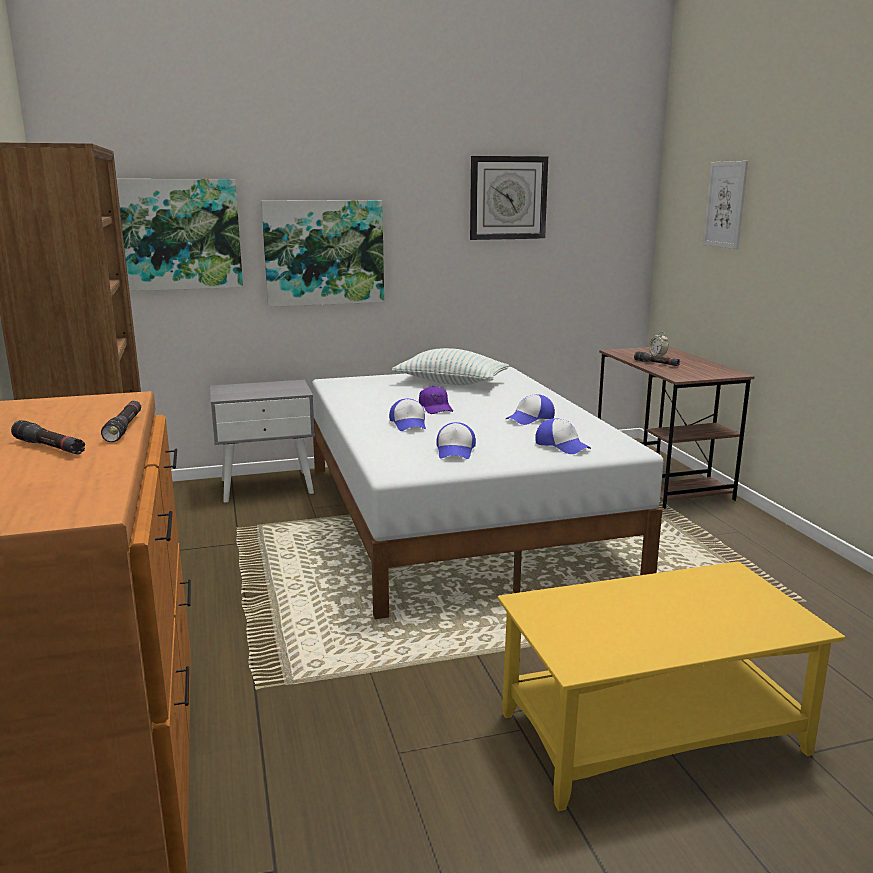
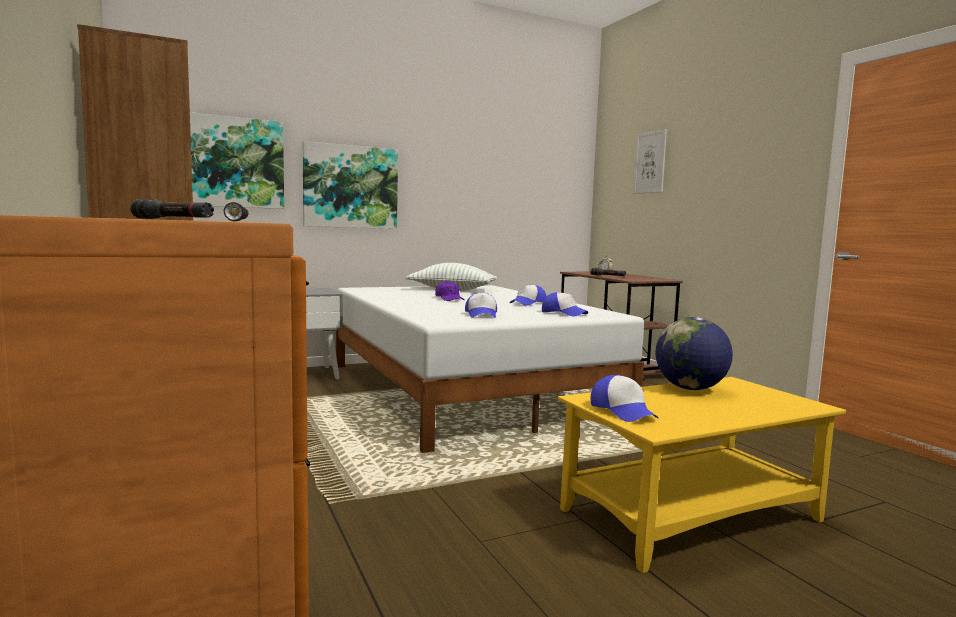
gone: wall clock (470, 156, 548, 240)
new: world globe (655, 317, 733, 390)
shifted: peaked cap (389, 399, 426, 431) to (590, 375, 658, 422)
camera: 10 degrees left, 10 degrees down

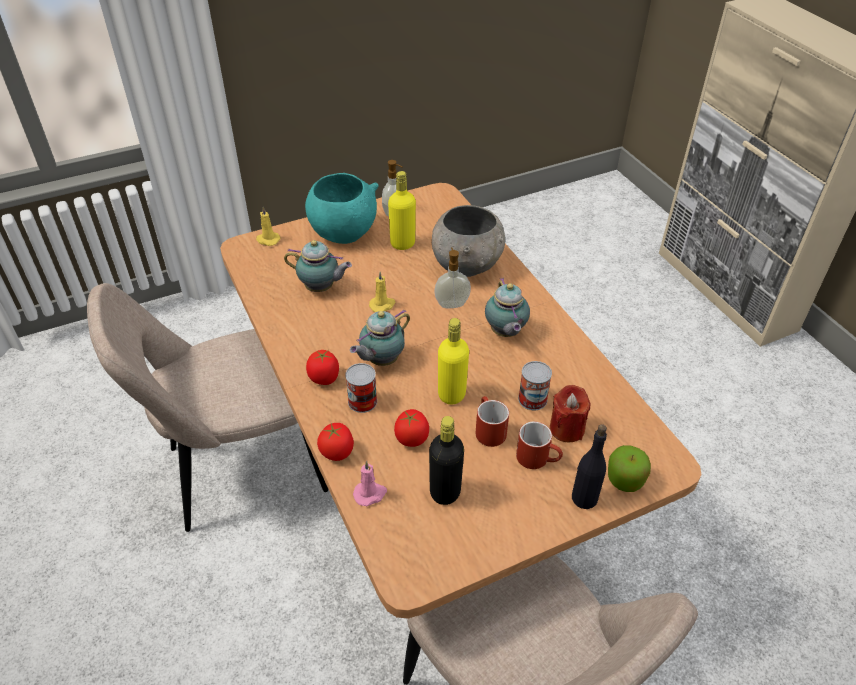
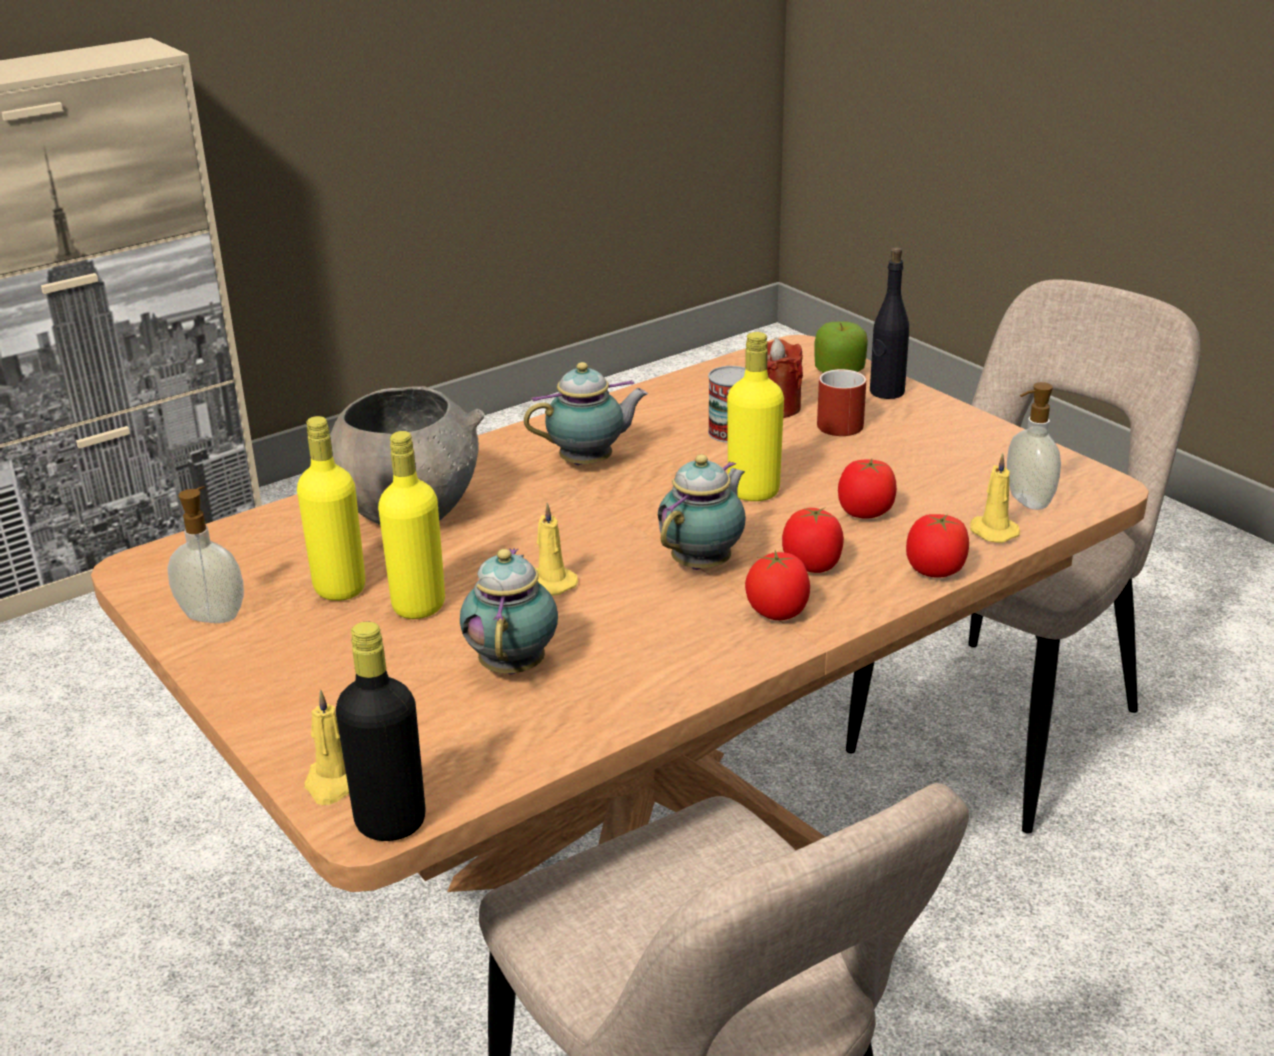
gone: serving bowl (turquoise-coloured) (305, 173, 378, 244); mug (red) (476, 396, 509, 447)
new: drink bottle (yellow) (378, 431, 445, 619)
shifted: drink bottle (black) (429, 416, 464, 505) to (336, 622, 426, 841); liquid soap bottle (434, 247, 471, 308) to (1007, 382, 1061, 510)
swapped: can (345, 363, 377, 413) to fresh tomato (782, 507, 844, 573)
repainted: candle (pinkish) (353, 461, 387, 506) to candle (yellow) (970, 453, 1020, 543)
rotated: teapot (350, 309, 410, 366) = (658, 455, 746, 570) 90 degrees counterclockwise
camera: 100 degrees left, 15 degrees down

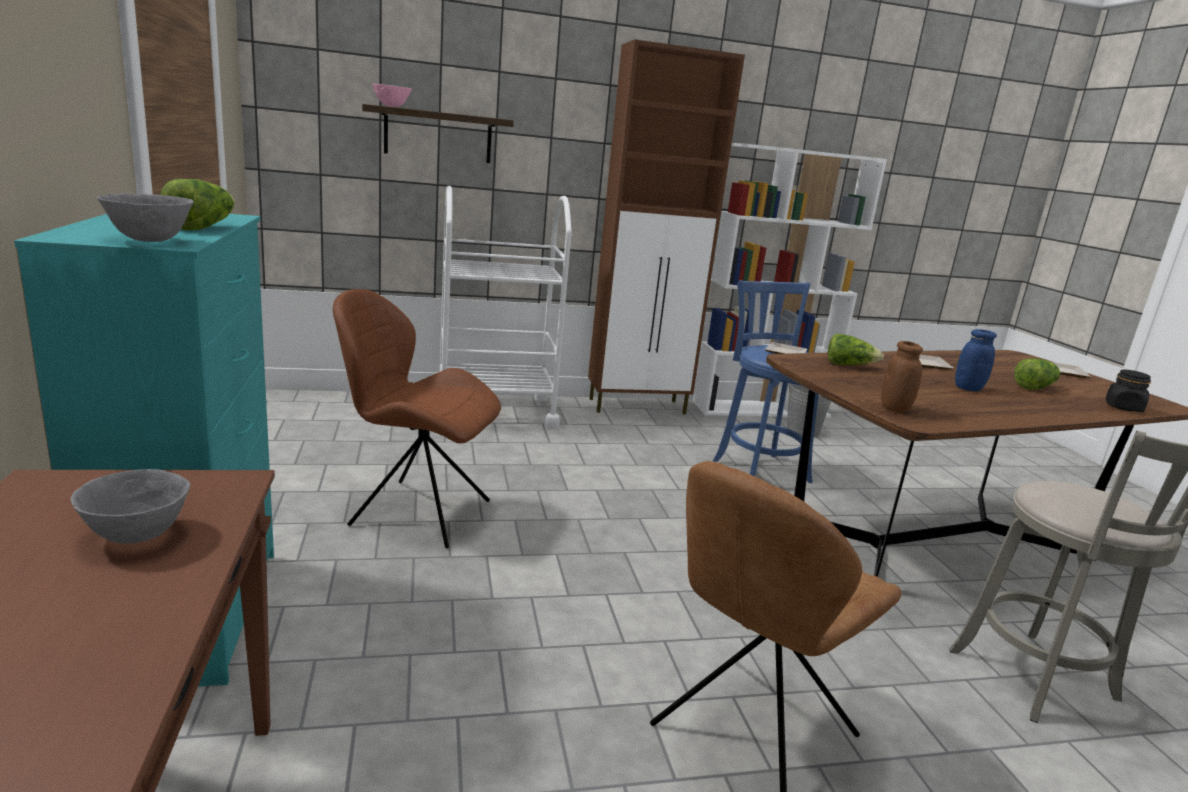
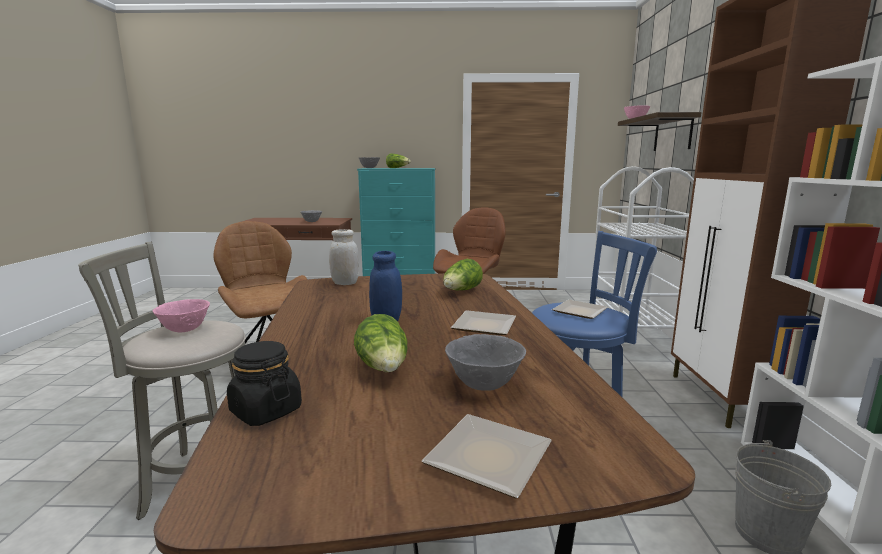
new: serving bowl (pinkish) (153, 299, 210, 333); serving bowl (greyish) (445, 334, 526, 391)
repainted: storage jar (brown) (881, 341, 923, 413) to storage jar (whitish) (329, 229, 359, 285)
camera: 105 degrees right, 5 degrees down

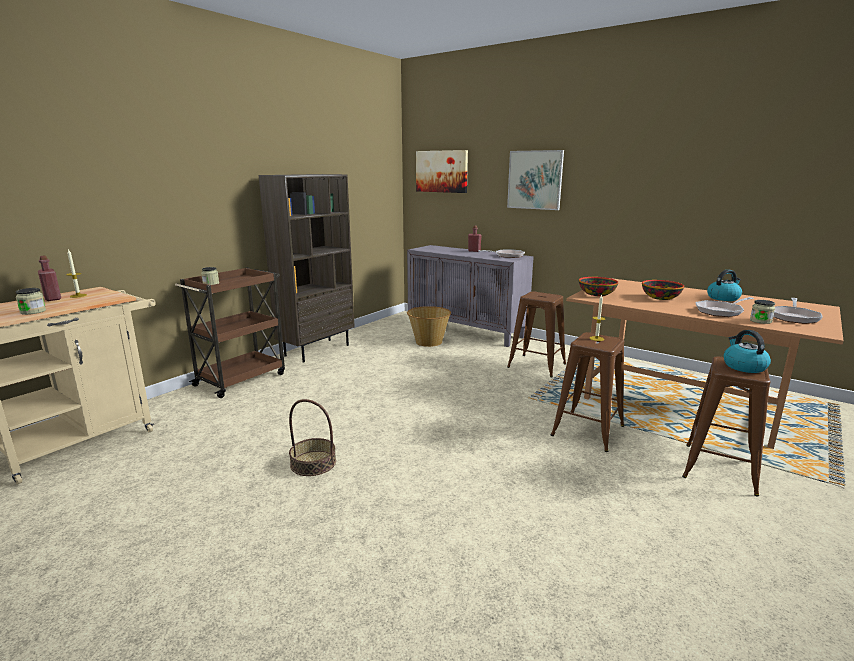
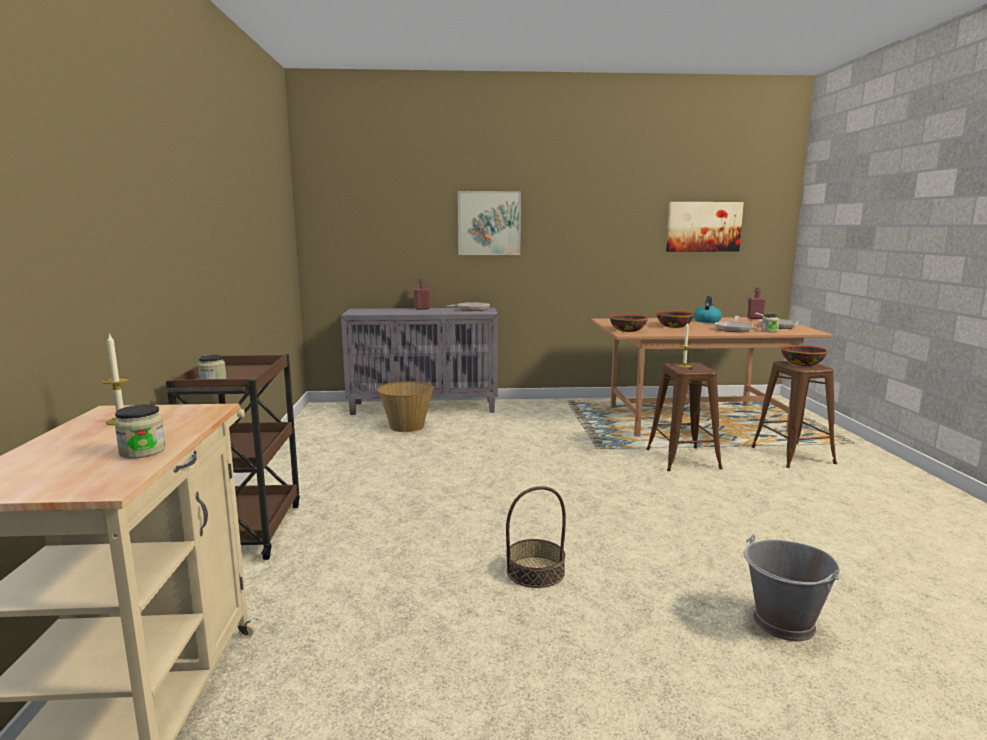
gone: bookshelf (brown) (259, 174, 355, 363); sitting stool (brown) (507, 292, 566, 377)
new: bucket (greyish) (744, 535, 840, 641)
shifted: drink bottle (red) (38, 256, 61, 301) to (747, 287, 766, 319); wall art (416, 150, 468, 193) to (666, 202, 744, 252)
swapped: kettle (724, 330, 771, 373) to serving bowl (781, 345, 827, 366)
camera: 40 degrees left, 5 degrees down

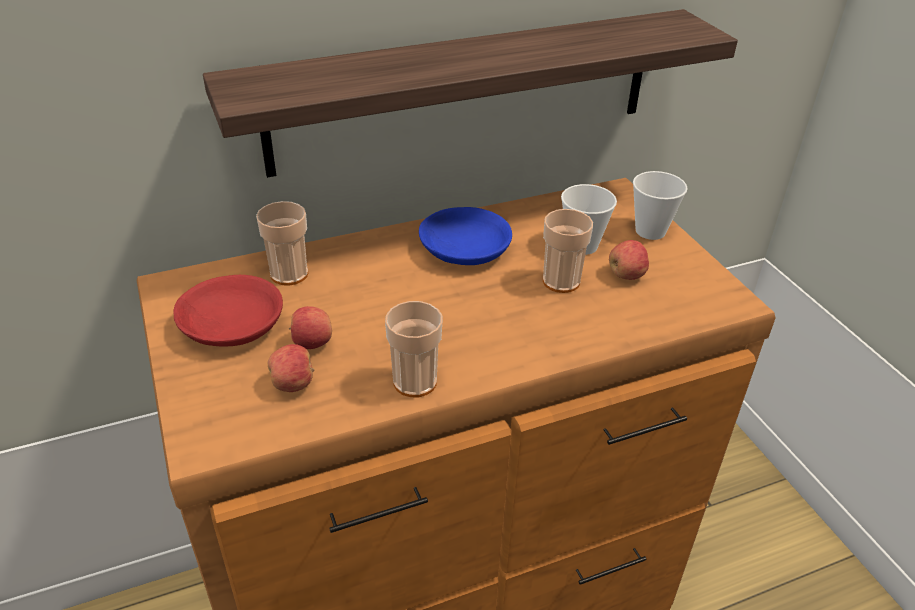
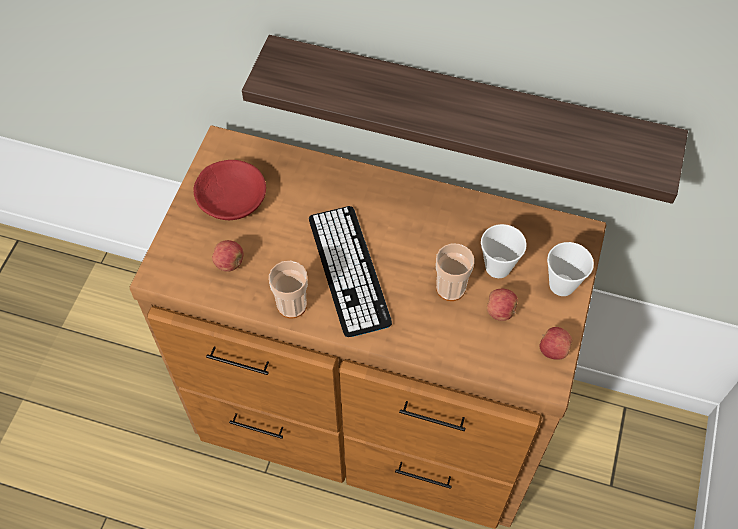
gone: drinking cup (256, 201, 308, 286); serving bowl (blue-coloured) (419, 207, 512, 265)
new: computer keyboard (309, 206, 392, 337)
shifted: whole apple (289, 306, 332, 349) to (540, 327, 572, 360)
camera: 40 degrees right, 20 degrees up

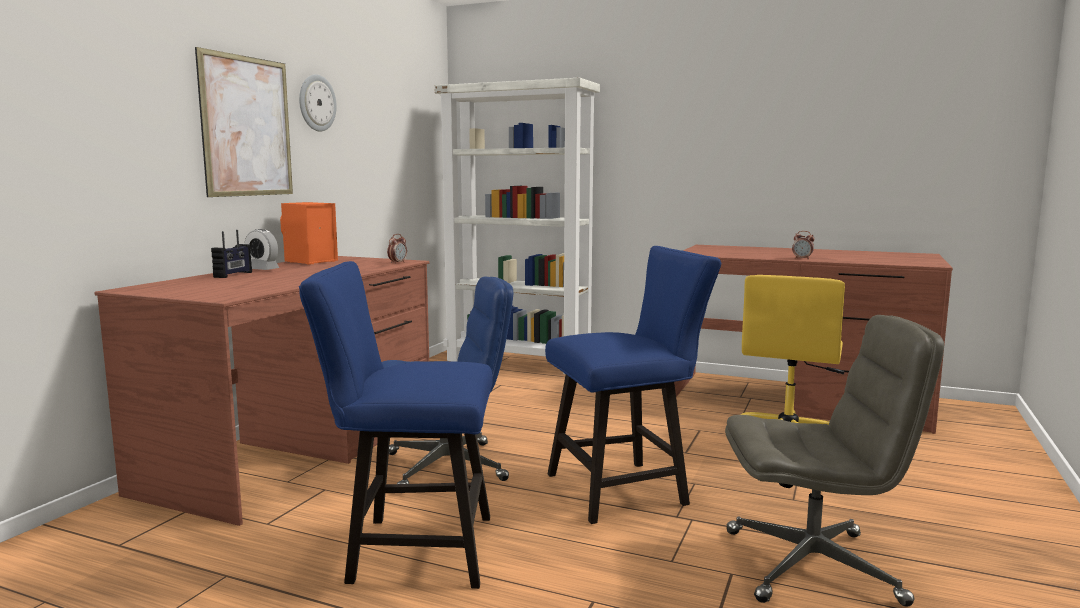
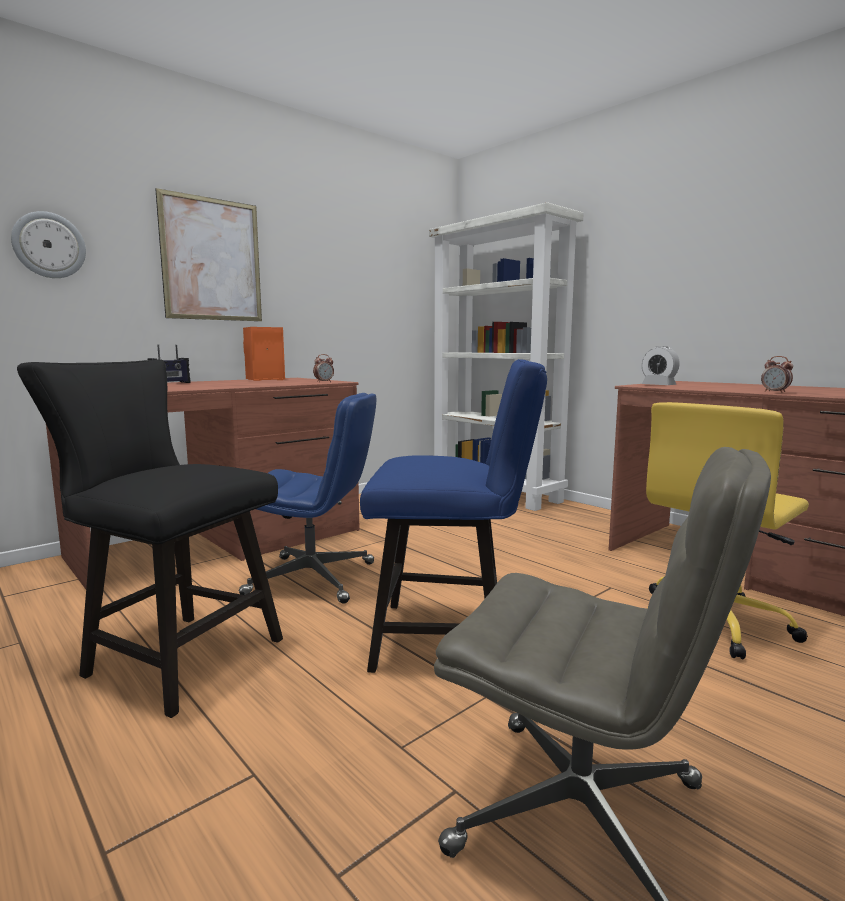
shifted: alarm clock (244, 229, 279, 270) to (642, 346, 680, 385); wall clock (299, 74, 337, 132) to (11, 211, 86, 278)
repainted: chair (blue-coloured) (299, 261, 492, 589) to chair (black) (17, 359, 283, 718)
camera: 25 degrees right, 0 degrees up

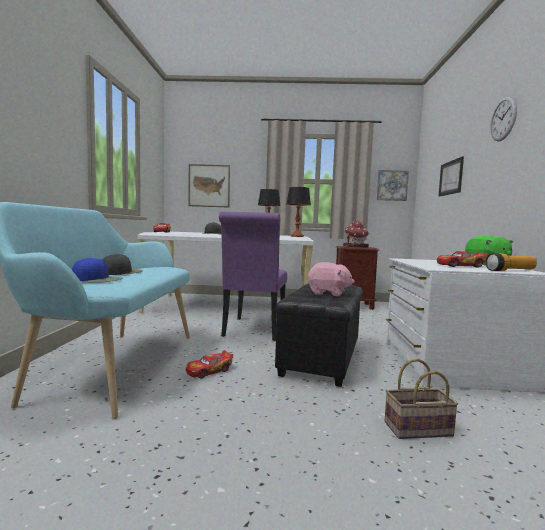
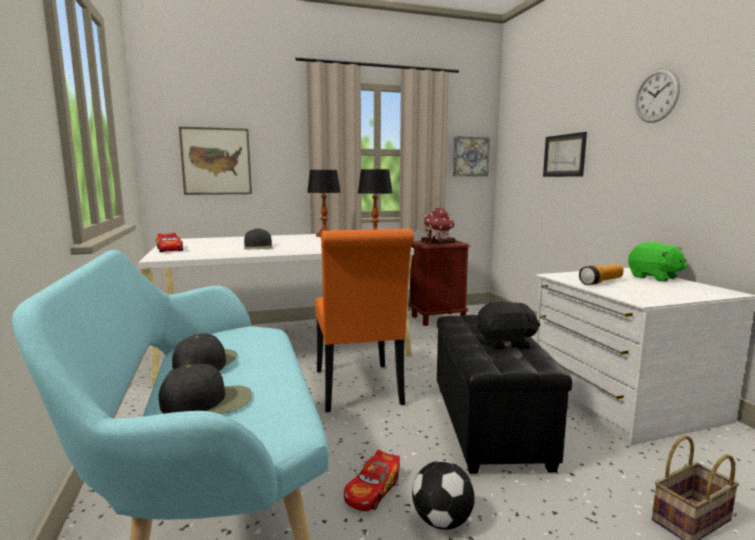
gone: miniature car (437, 251, 488, 268)
new: football (412, 461, 475, 529)
shifted: hand torch (485, 253, 537, 271) to (579, 264, 623, 285)
repainted: peaked cap (blue-coloured) (72, 257, 123, 283) to peaked cap (black) (159, 364, 252, 414); chair (purple-coloured) (219, 212, 287, 341) to chair (orange-coloured) (315, 229, 414, 413); soft toy (pinkish) (308, 262, 355, 297) to soft toy (black) (476, 301, 540, 349)
camera: 20 degrees left, 5 degrees up

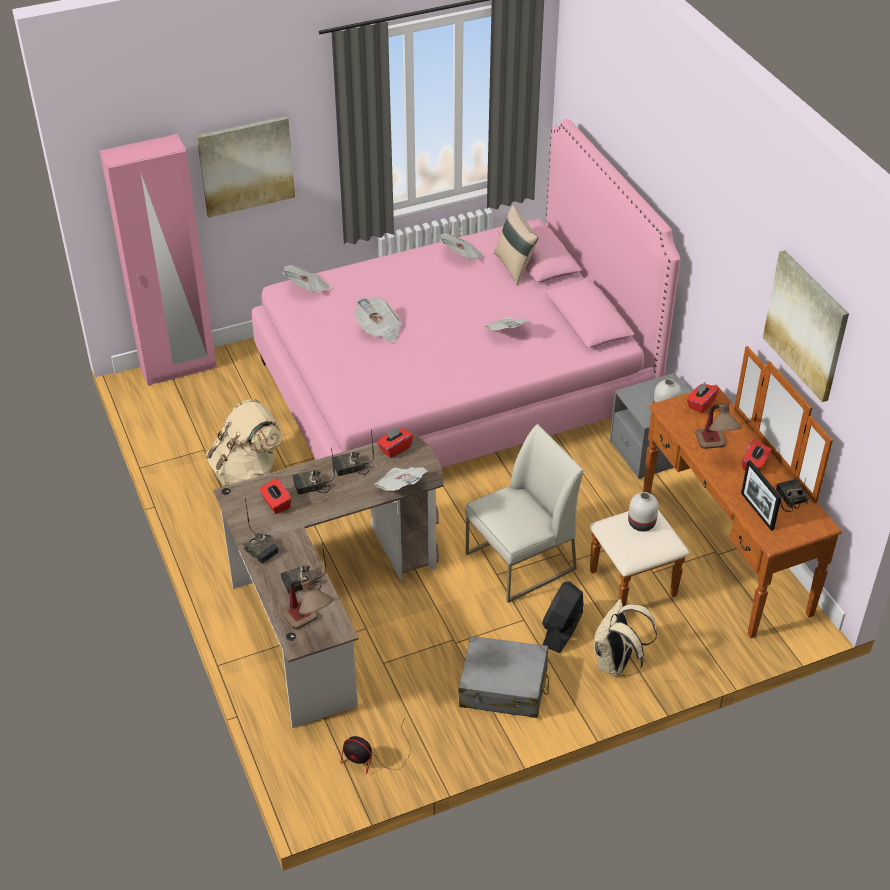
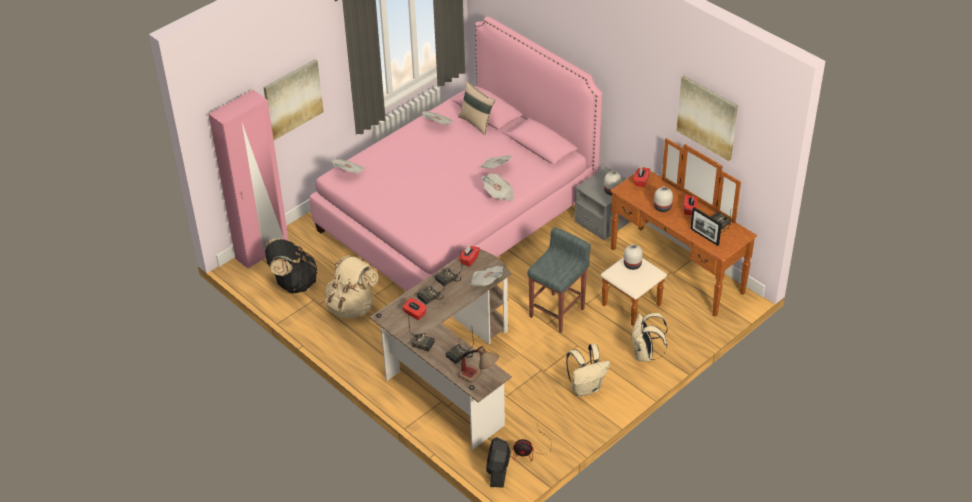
new: knapsack (black) (265, 238, 317, 294)
shifted: daily paper (354, 297, 403, 343) to (482, 173, 514, 201); electric fan (black) (542, 581, 584, 653) to (486, 437, 511, 488)
swapped: piece of luggage (greyish) (458, 636, 549, 718) to knapsack (sand-coloured) (566, 343, 610, 396); chair (whitish) (465, 424, 583, 603) to sitting stool (greyish) (527, 227, 591, 333); table lamp (696, 403, 742, 449) to decorative vase (whitish) (654, 186, 673, 212)
camera: 20 degrees left, 0 degrees up

